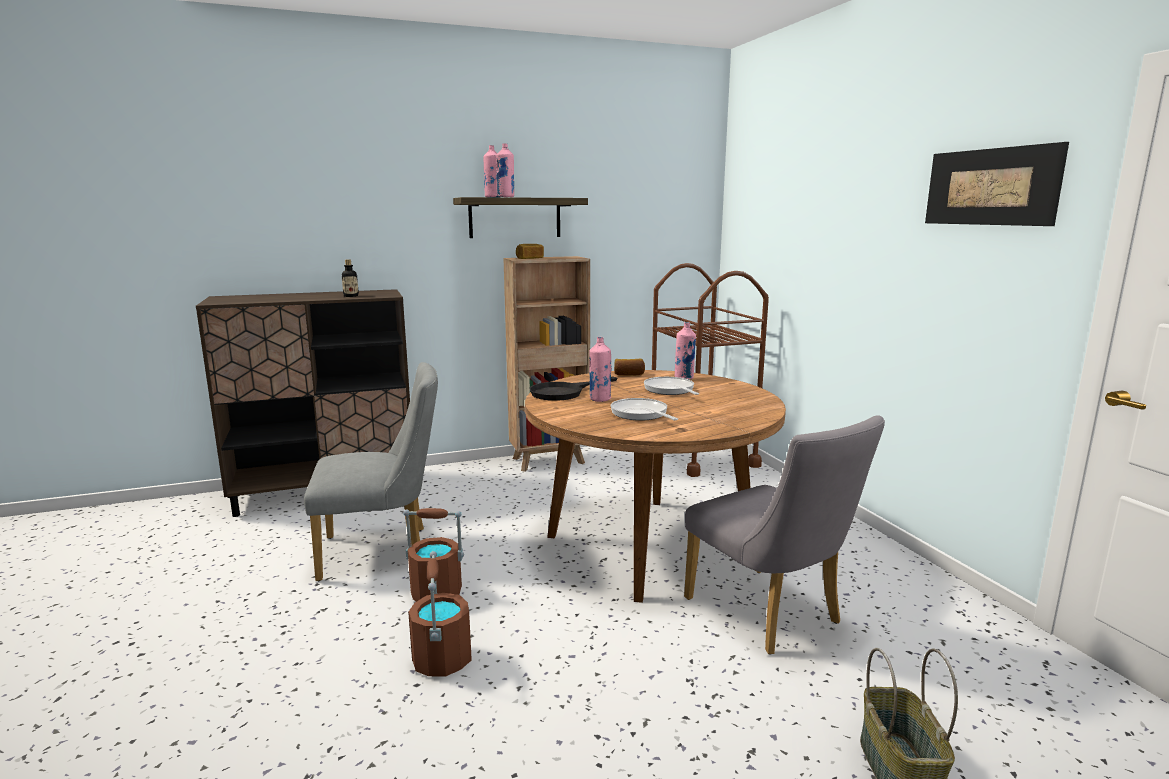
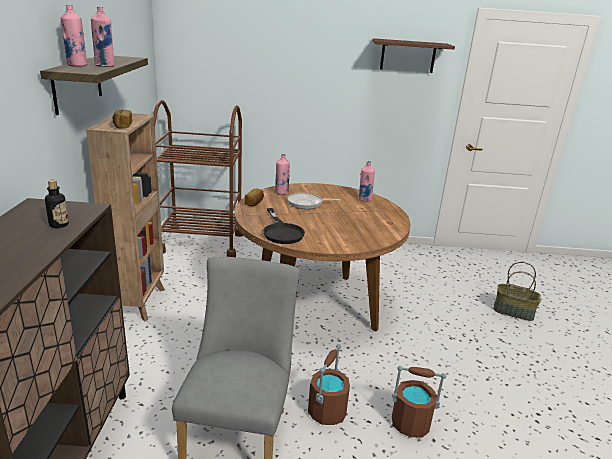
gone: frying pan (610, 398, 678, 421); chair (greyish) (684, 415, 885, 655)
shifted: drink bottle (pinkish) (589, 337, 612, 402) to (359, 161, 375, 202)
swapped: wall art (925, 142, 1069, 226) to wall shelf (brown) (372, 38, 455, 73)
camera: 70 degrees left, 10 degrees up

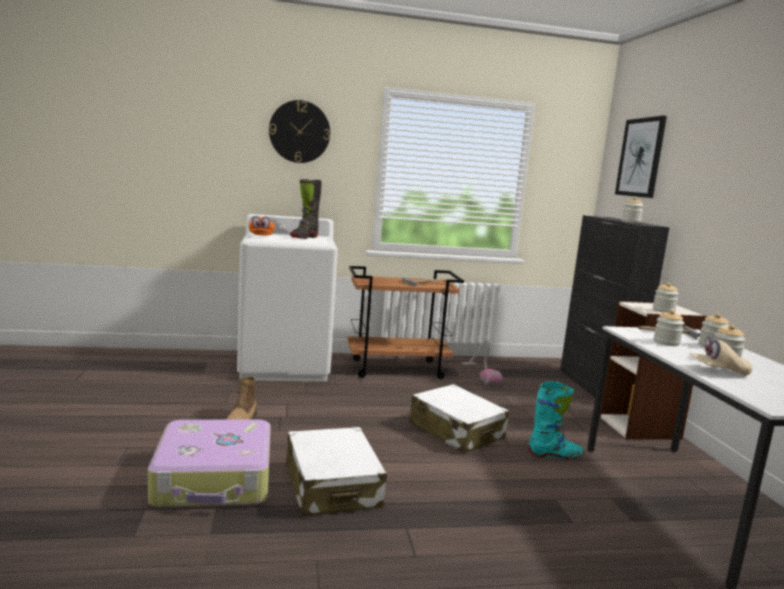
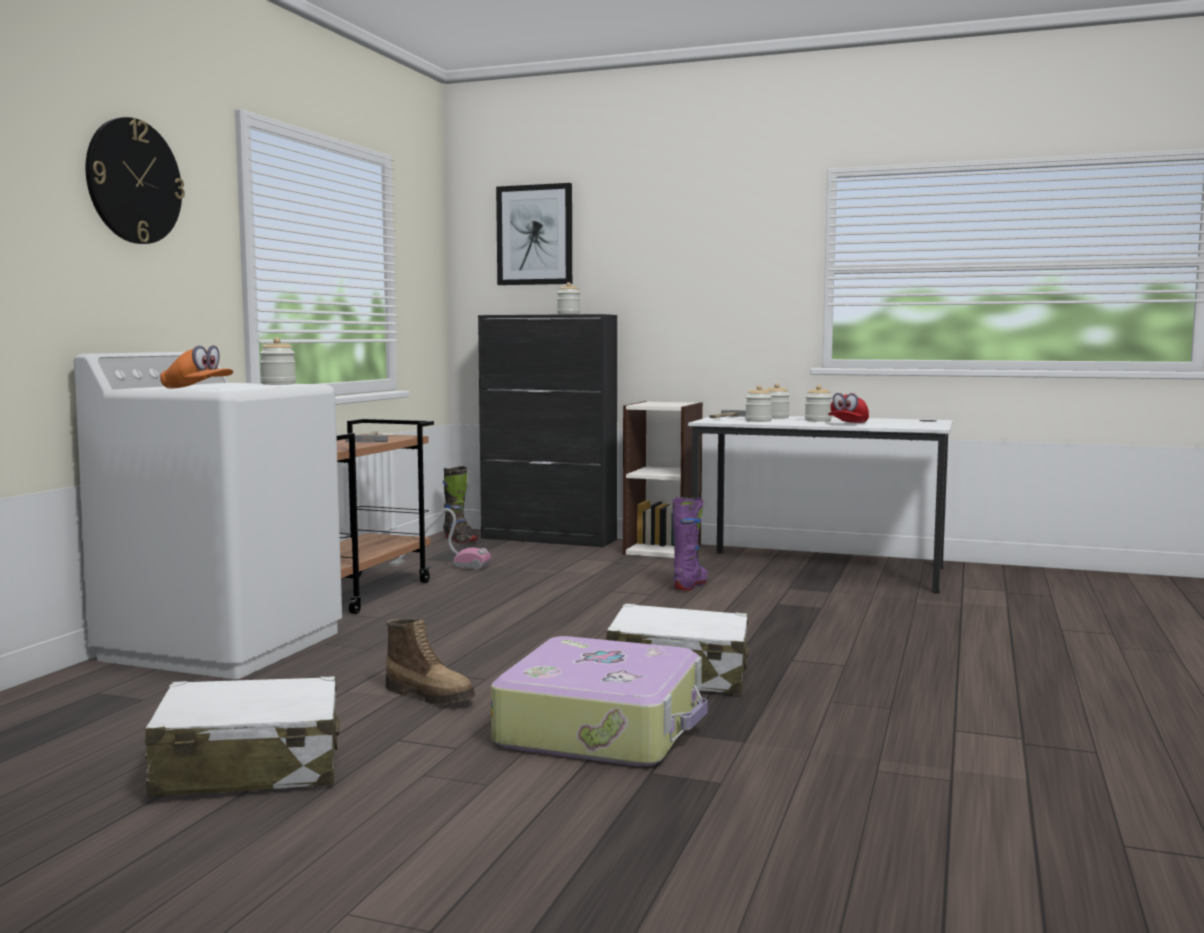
shifted: high-top boot (black) (290, 179, 322, 239) to (442, 466, 478, 543); piece of luggage (whitish) (409, 384, 509, 453) to (145, 676, 340, 797); storage jar (653, 283, 679, 313) to (260, 337, 296, 385)
repainted: high-top boot (turquoise-coloured) (529, 381, 584, 460) to high-top boot (purple-coloured) (672, 497, 709, 591); peaked cap (sand-coloured) (689, 336, 752, 376) to peaked cap (red) (828, 393, 869, 423)
camera: 60 degrees left, 5 degrees down

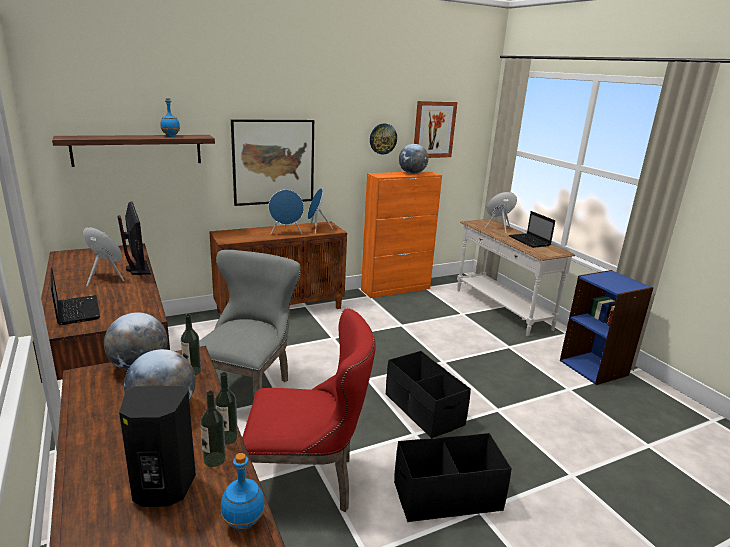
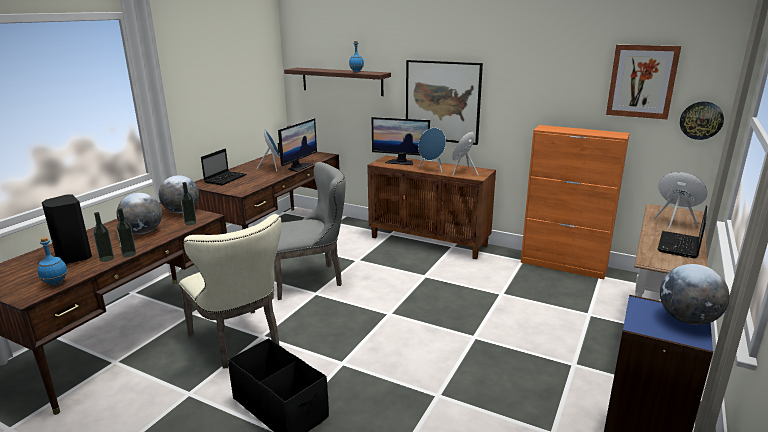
gone: storage bin (black) (386, 351, 471, 438)
new: monitor (371, 117, 430, 165)
shifted: wall clock (370, 124, 397, 154) to (680, 101, 724, 140); world globe (399, 144, 428, 174) to (660, 264, 730, 325)
repainted: chair (red) (242, 308, 376, 512) to chair (sand-coloured) (179, 214, 282, 369)
camera: 55 degrees right, 0 degrees up

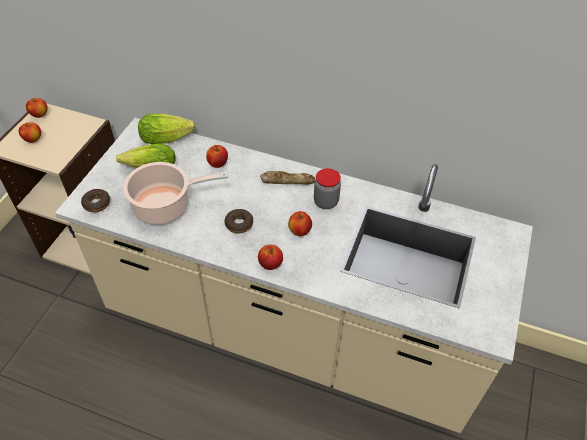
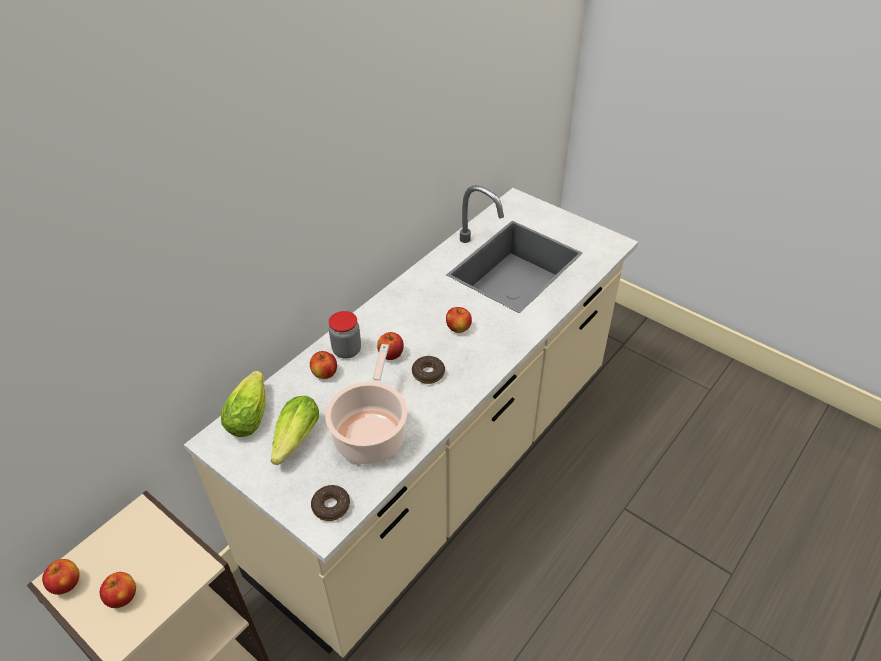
gone: bakery bread (260, 171, 315, 185)
shifted: whole apple (258, 244, 283, 270) to (377, 332, 404, 360); storage jar (314, 168, 341, 209) to (329, 311, 361, 359)
camera: 70 degrees left, 5 degrees down

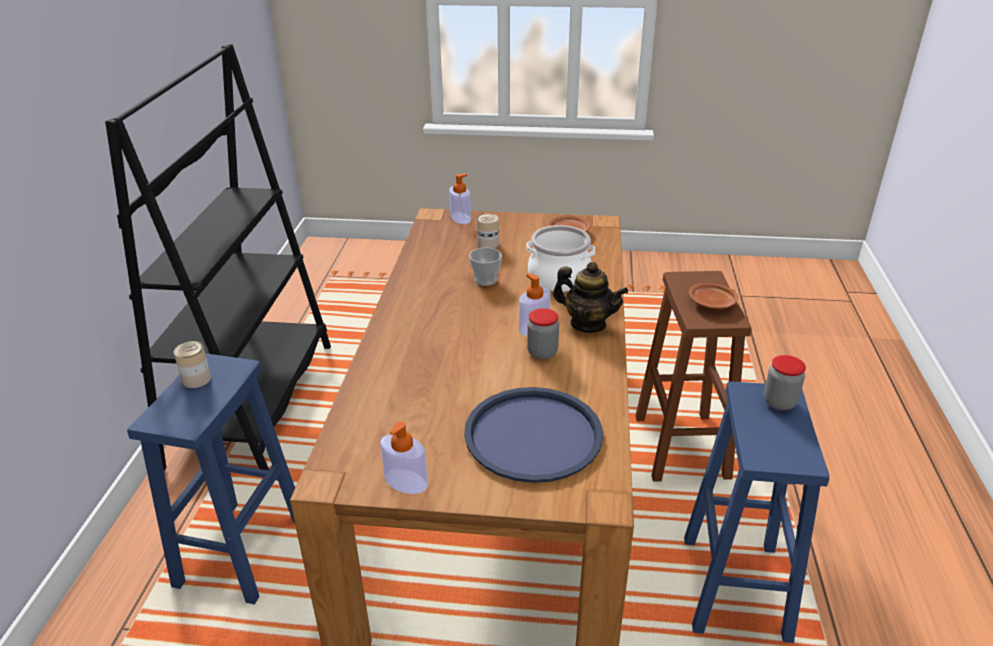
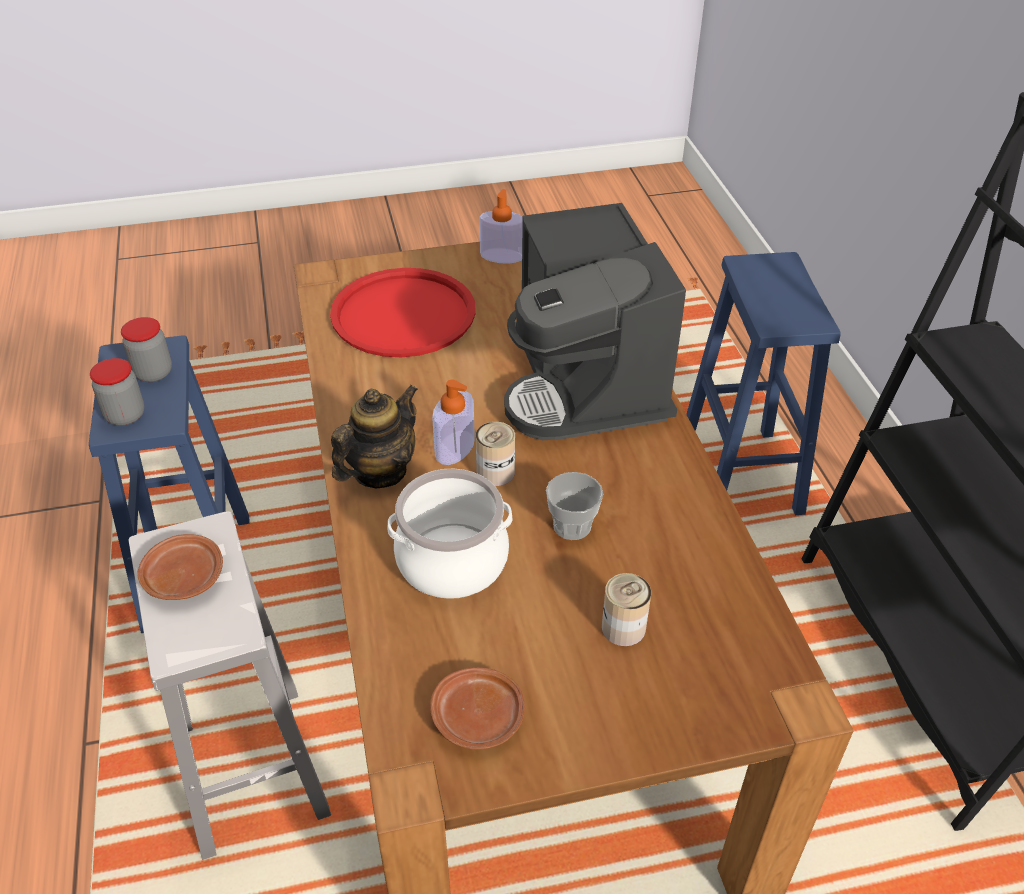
gone: liquid soap bottle (449, 173, 471, 224)
new: coffee brewer (504, 203, 686, 440)
shifted: can (174, 341, 211, 388) to (476, 422, 515, 486); storage jar (527, 308, 559, 360) to (121, 317, 172, 382)
repainted: serving tray (blue-coloured) (464, 387, 603, 483) to serving tray (red) (330, 268, 476, 357); sitting stool (brown) (635, 271, 752, 482) to sitting stool (whitish) (129, 511, 331, 860)
rotated: teapot (553, 262, 628, 333) = (331, 385, 418, 488) 120 degrees clockwise
camera: 160 degrees right, 10 degrees up

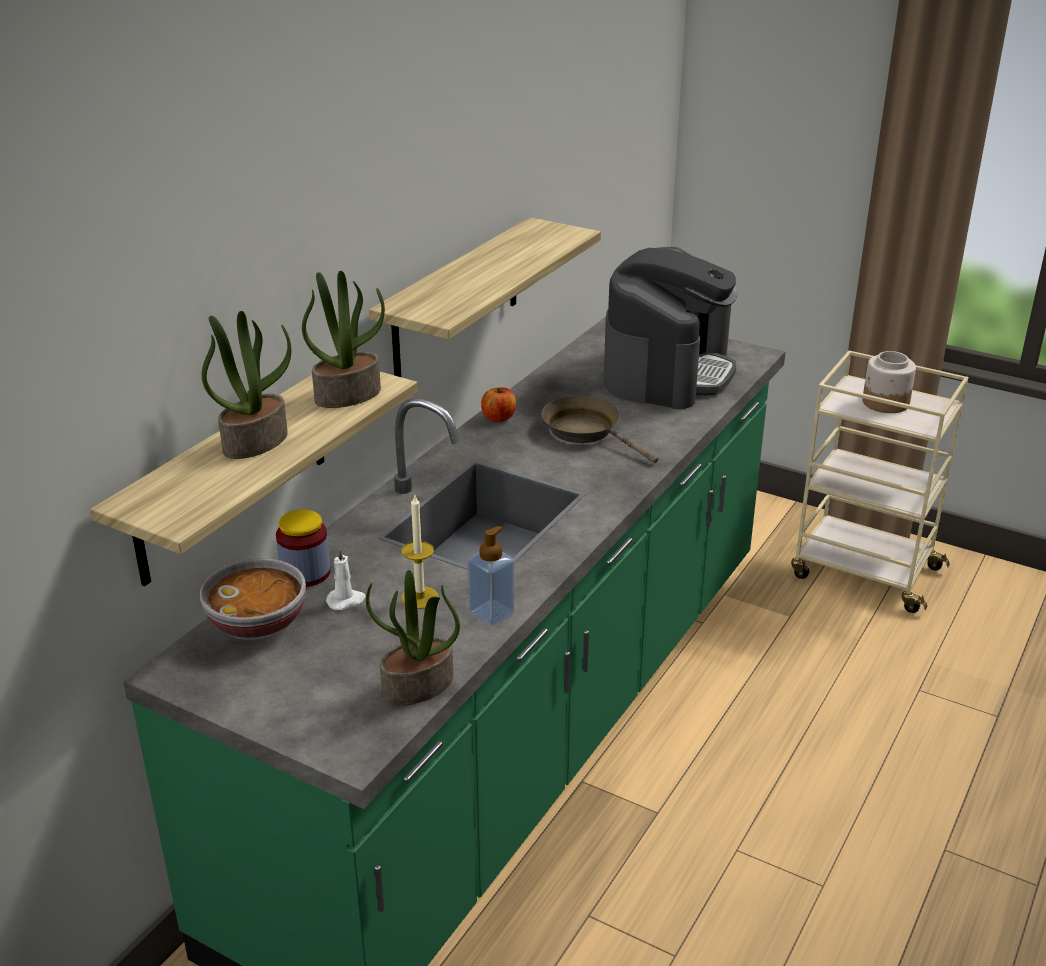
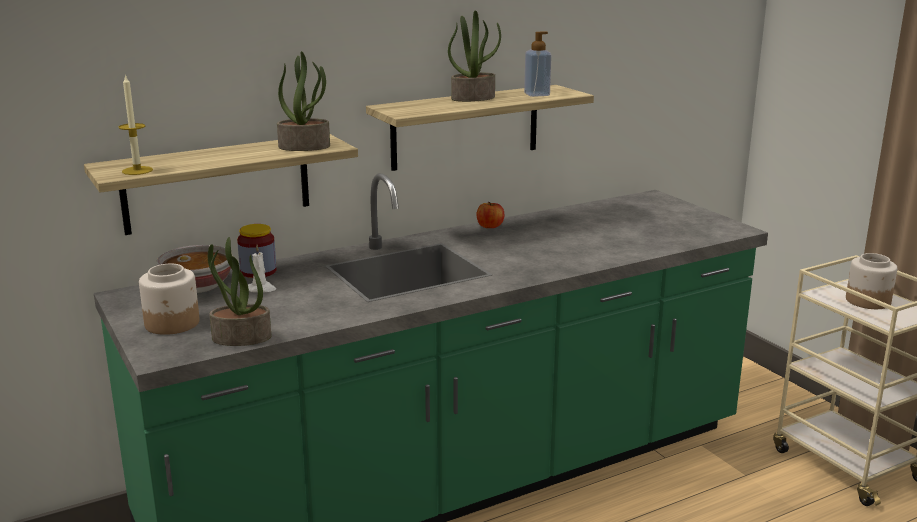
gone: frying pan (brown) (541, 396, 658, 463); coffee brewer (604, 247, 737, 409)
new: storage jar (139, 264, 200, 335)
shifted: houseplant (202, 311, 291, 459) to (448, 10, 501, 102); candle (401, 496, 439, 609) to (119, 74, 153, 175); liquid soap bottle (468, 526, 514, 626) to (524, 32, 551, 97)
camera: 30 degrees right, 10 degrees down

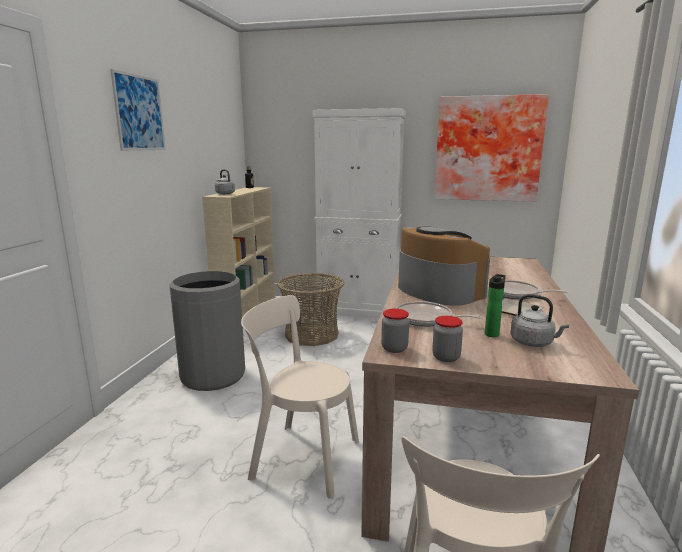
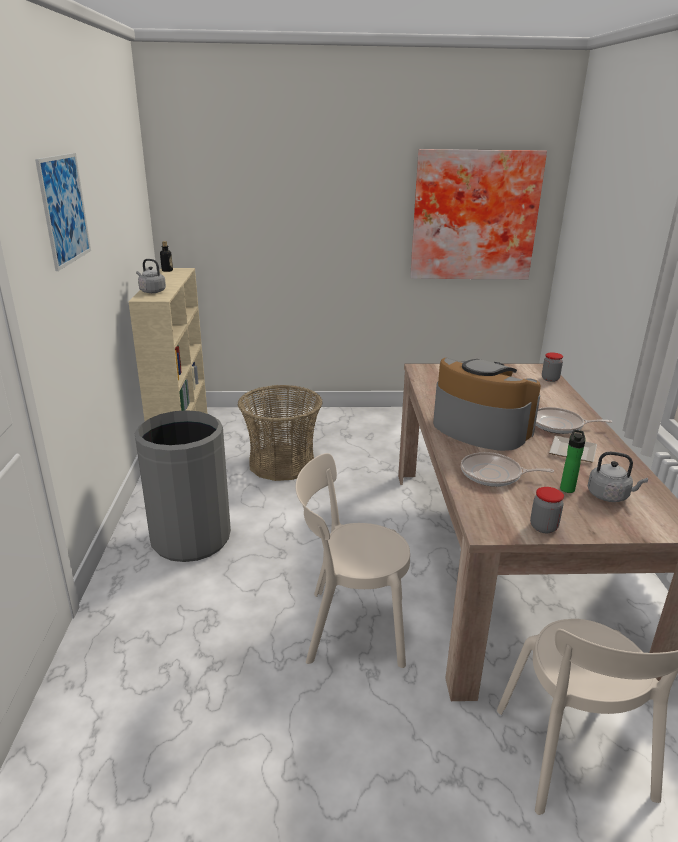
gone: storage cabinet (whitish) (312, 108, 406, 318)
shifted: storage jar (381, 309, 409, 353) to (542, 352, 563, 382)
camera: 15 degrees left, 10 degrees up

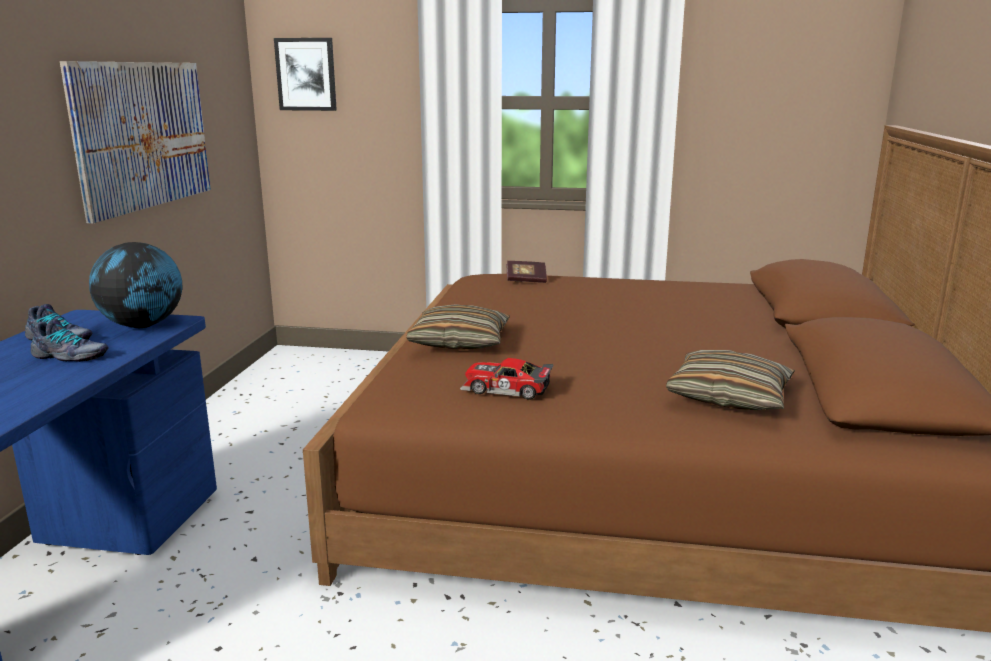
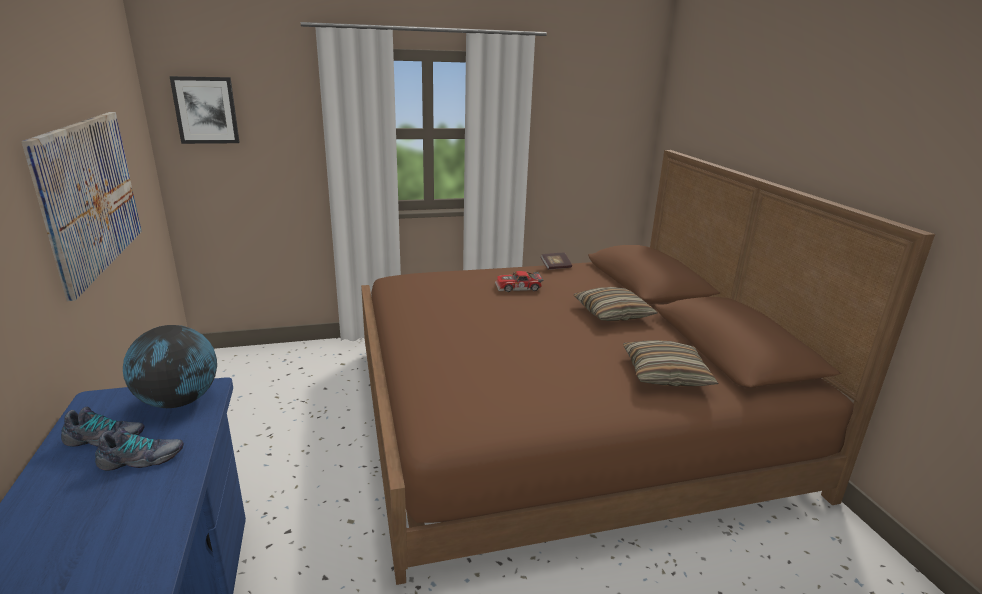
shifted: pillow (406, 304, 510, 350) to (574, 287, 657, 321); miniature car (460, 358, 554, 400) to (495, 271, 544, 292); volume (506, 261, 547, 283) to (540, 253, 572, 270)
camera: 25 degrees left, 5 degrees up

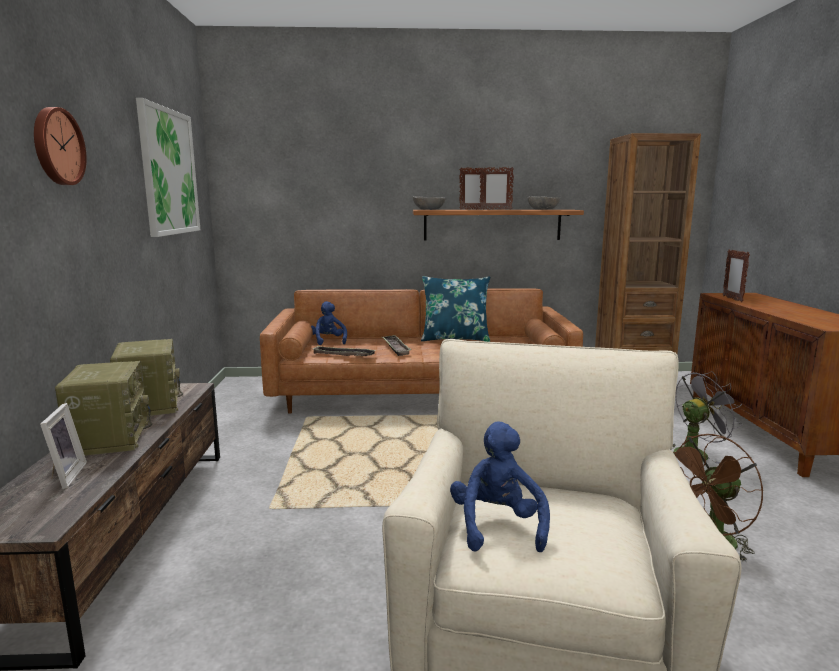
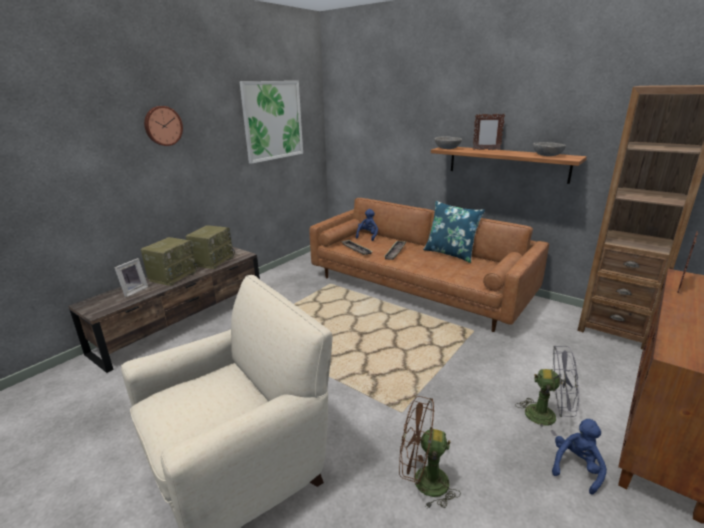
gone: picture frame (480, 167, 514, 210)
shifted: soft toy (blue-coloured) (450, 421, 550, 552) to (552, 419, 607, 495)
camera: 40 degrees right, 10 degrees up

